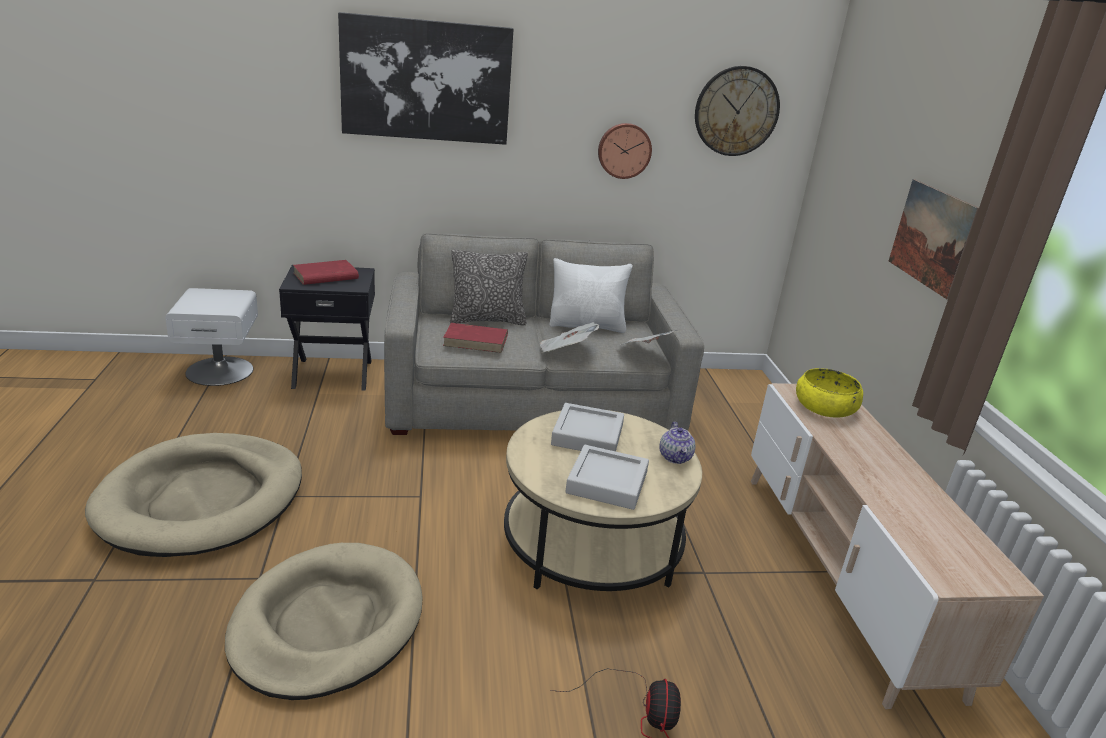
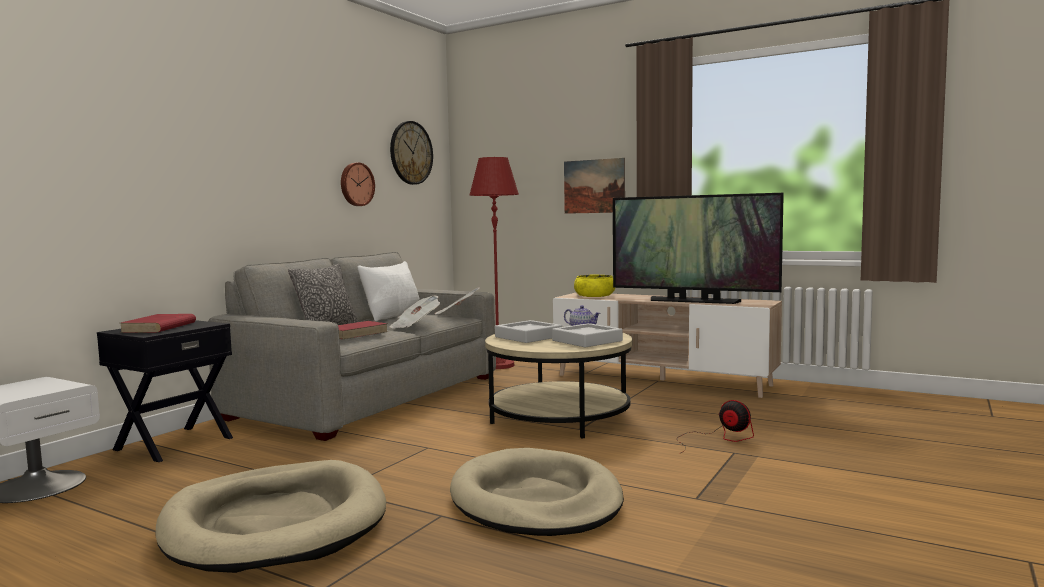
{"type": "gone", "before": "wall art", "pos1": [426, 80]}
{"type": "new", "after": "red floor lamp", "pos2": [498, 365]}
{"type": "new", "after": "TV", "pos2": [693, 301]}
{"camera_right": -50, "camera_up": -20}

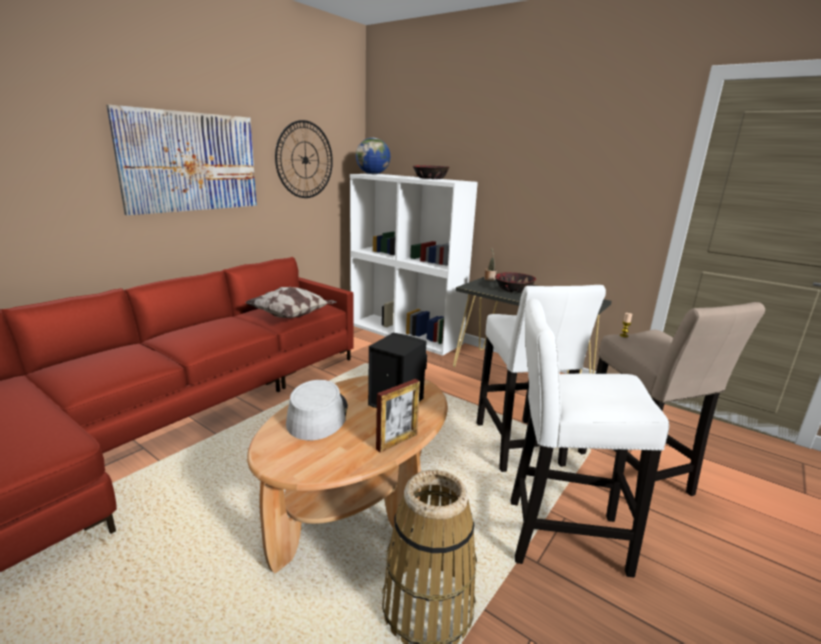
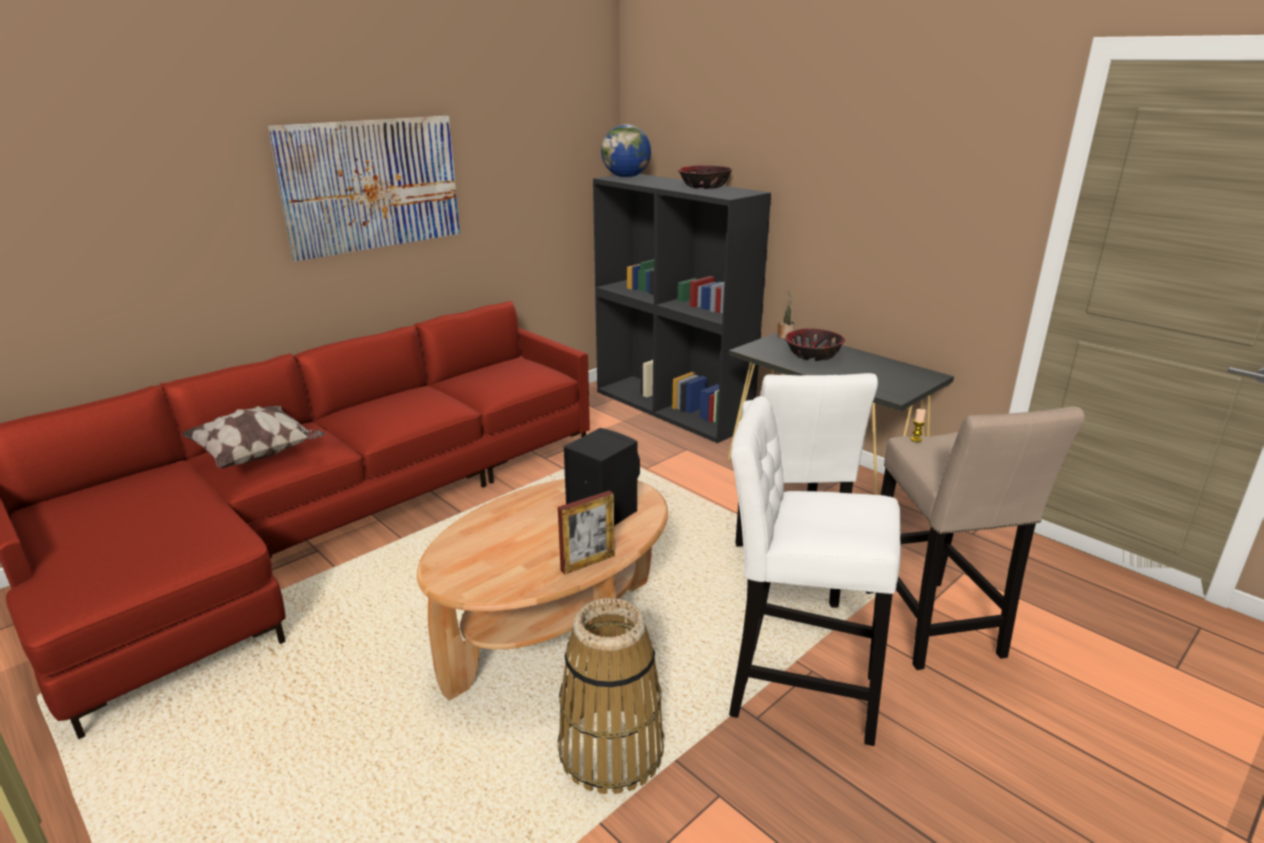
{"type": "gone", "before": "hanging clock", "pos1": [305, 160]}
{"type": "gone", "before": "gray clothing hat", "pos1": [317, 415]}
{"type": "shifted", "before": "pillow", "pos1": [292, 316], "pos2": [258, 456]}
{"type": "repainted", "before": "whitish bookcase", "after": "black bookcase", "pos1": [406, 334], "pos2": [673, 408]}
{"camera_right": 10, "camera_up": 5}

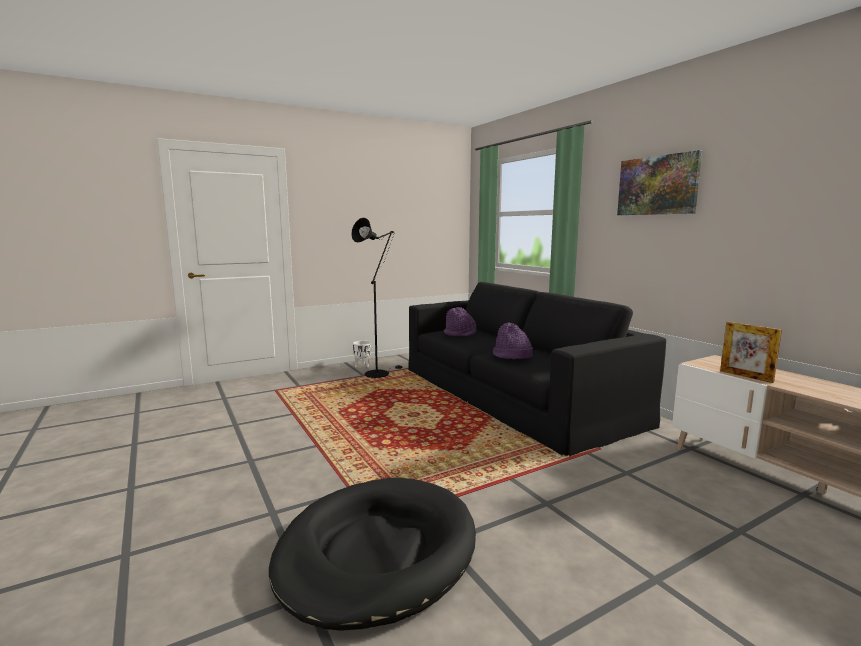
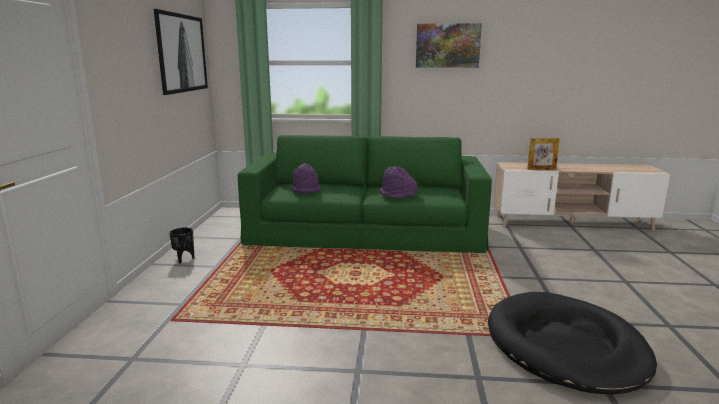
{"type": "gone", "before": "black floor lamp", "pos1": [379, 373]}
{"type": "new", "after": "wall art", "pos2": [181, 53]}
{"type": "repainted", "before": "whitish planter", "after": "black planter", "pos1": [362, 365], "pos2": [184, 259]}
{"type": "repainted", "before": "black couch", "after": "green-coloured couch", "pos1": [513, 393], "pos2": [365, 231]}
{"camera_right": -55, "camera_up": 5}

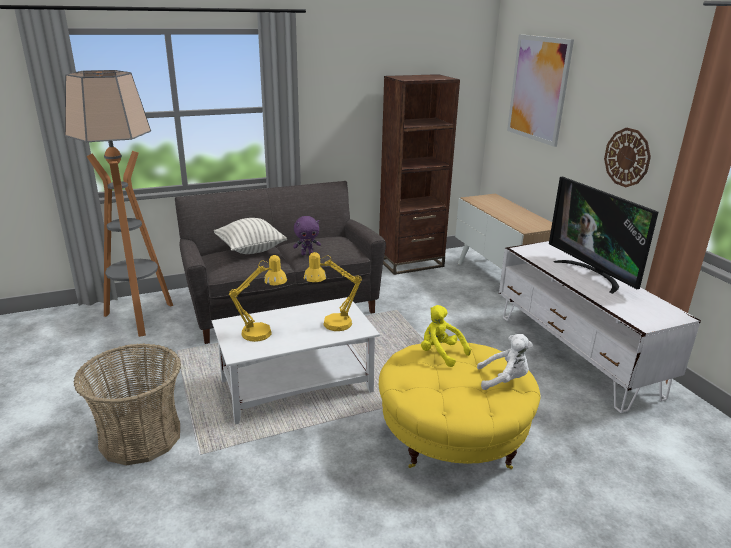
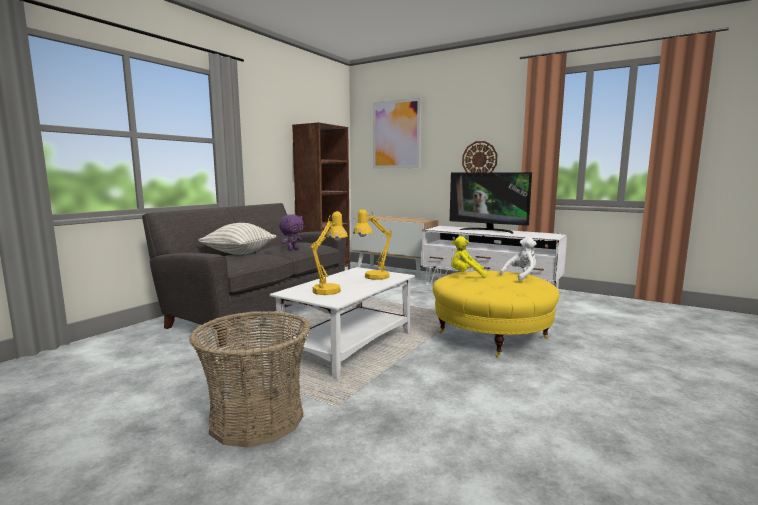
{"type": "gone", "before": "floor lamp", "pos1": [140, 318]}
{"camera_right": -35, "camera_up": -15}

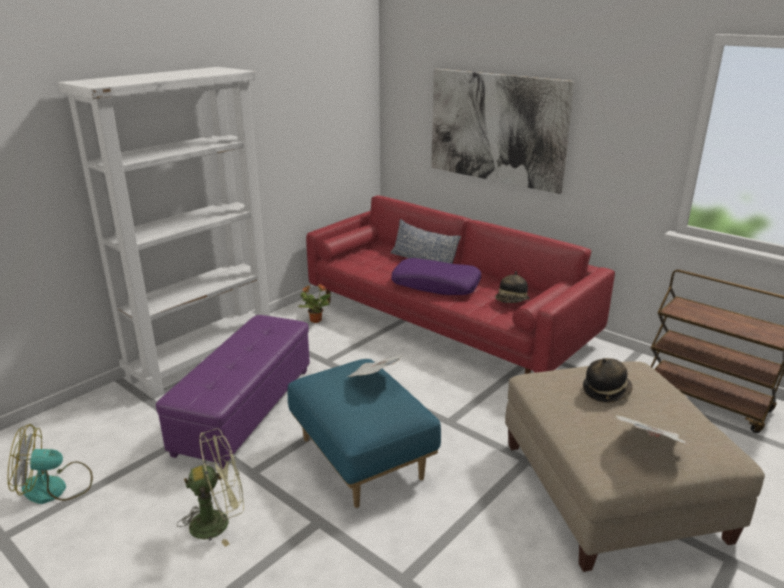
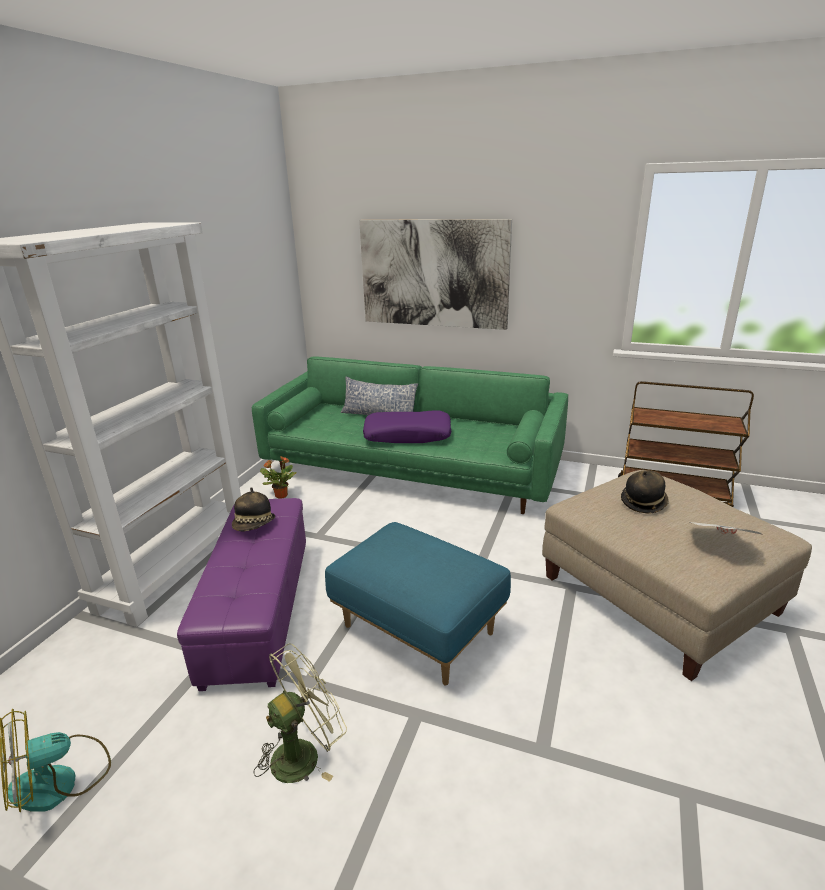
{"type": "gone", "before": "daily paper", "pos1": [375, 379]}
{"type": "shifted", "before": "clothing hat", "pos1": [512, 302], "pos2": [254, 525]}
{"type": "repainted", "before": "red couch", "after": "green-coloured couch", "pos1": [446, 320], "pos2": [412, 469]}
{"camera_right": -20, "camera_up": 0}

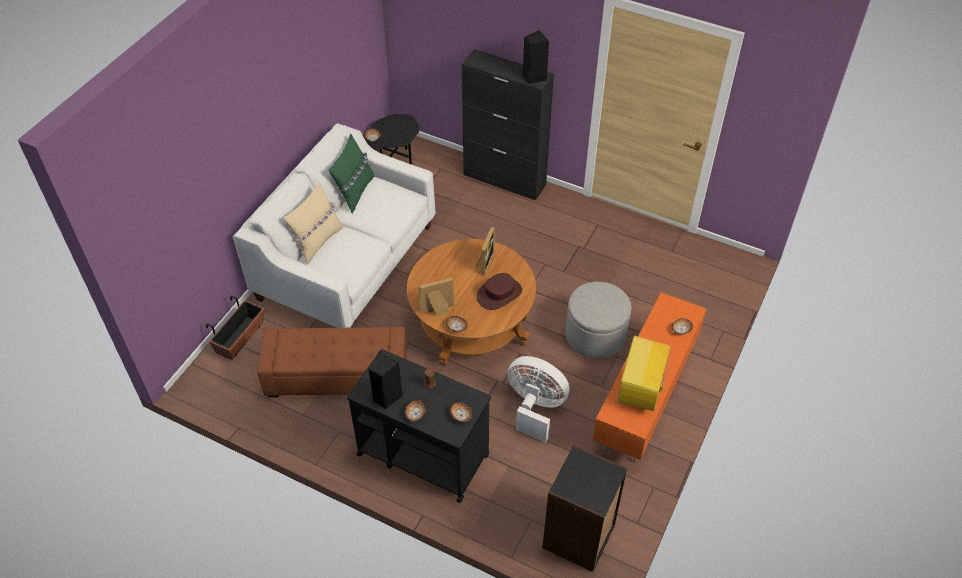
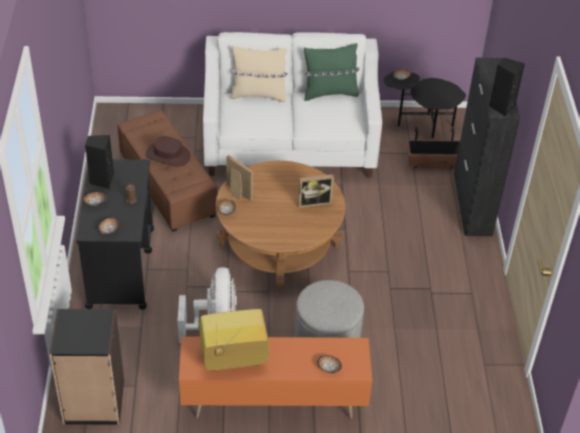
{"type": "shifted", "before": "planter", "pos1": [240, 338], "pos2": [432, 162]}
{"type": "shifted", "before": "brown clothing hat", "pos1": [499, 293], "pos2": [168, 155]}
{"camera_right": 60, "camera_up": -5}

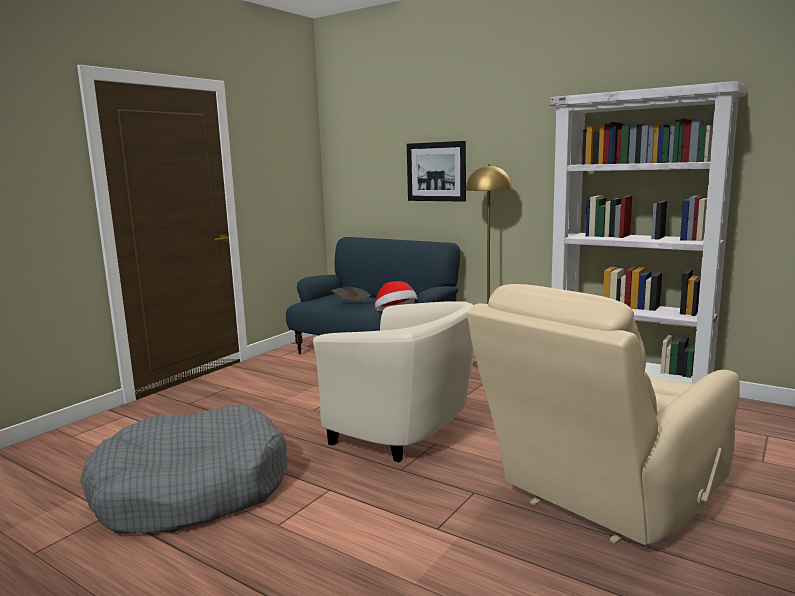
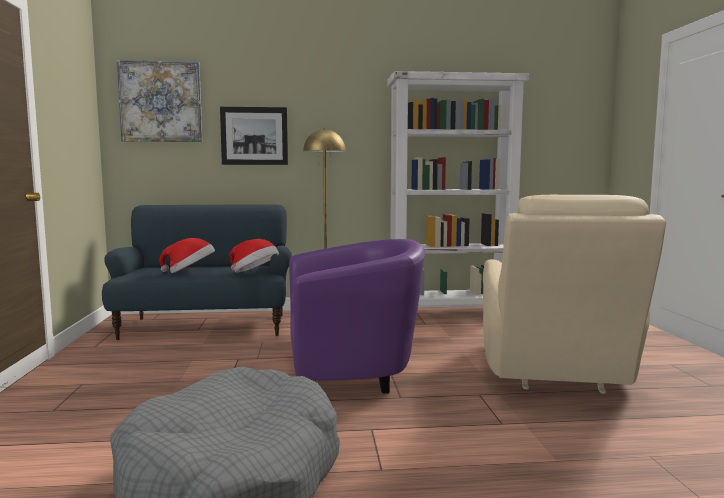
{"type": "new", "after": "wall art", "pos2": [161, 102]}
{"type": "swapped", "before": "daily paper", "after": "clothing hat", "pos1": [353, 305], "pos2": [190, 272]}
{"type": "repainted", "before": "sand-coloured lounge chair", "after": "purplish lounge chair", "pos1": [406, 433], "pos2": [353, 373]}
{"camera_right": -40, "camera_up": -5}

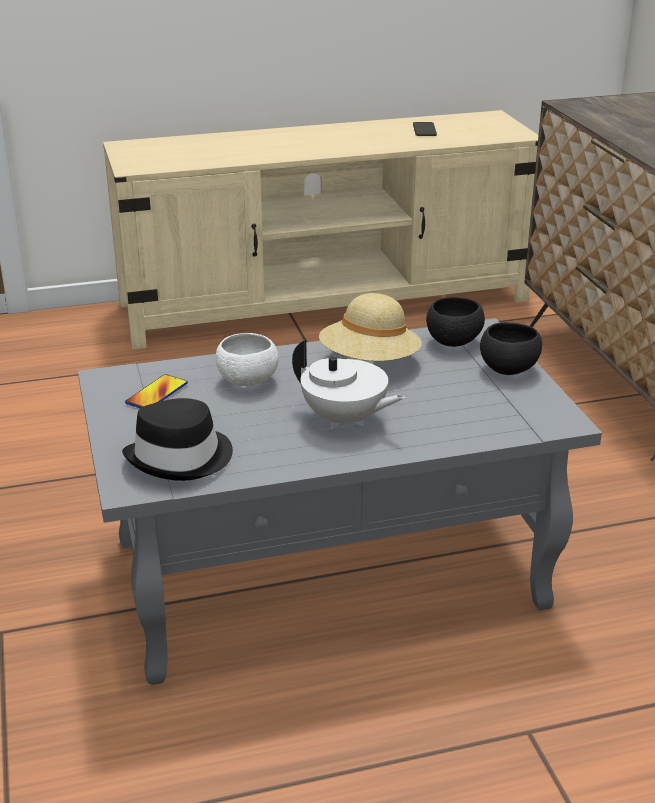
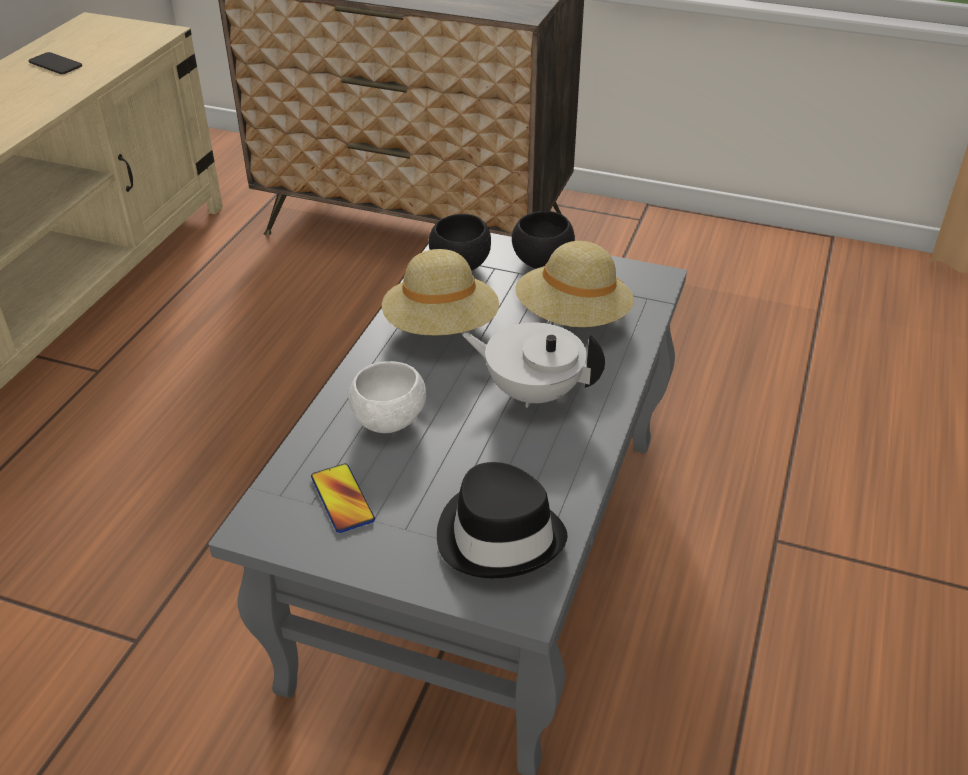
{"type": "new", "after": "sand-coloured clothing hat", "pos2": [573, 318]}
{"type": "rotated", "before": "whitish tea pot", "pos1": [344, 420], "pos2": [532, 392], "turn": -135}
{"camera_right": -55, "camera_up": 10}

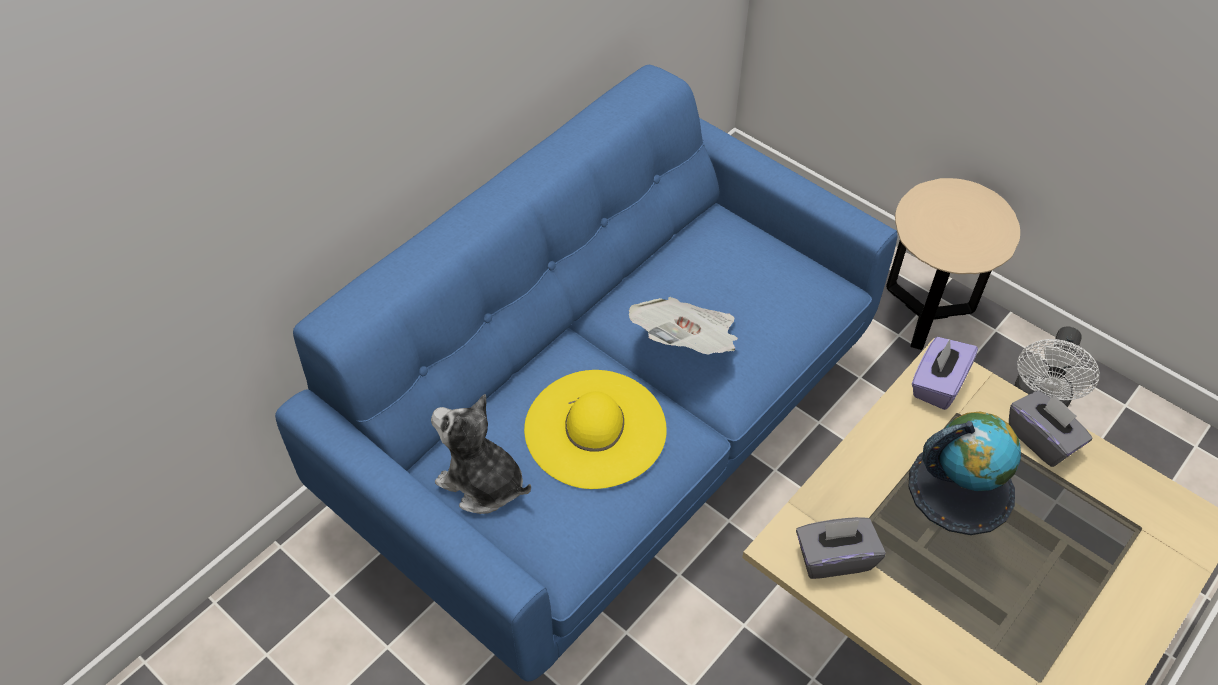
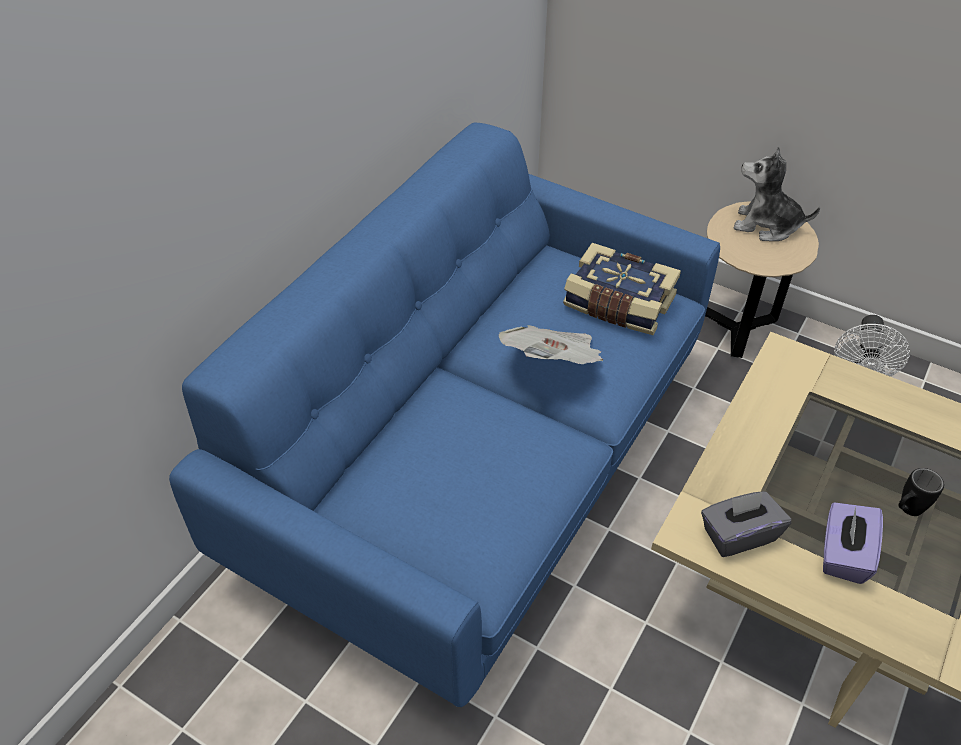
{"type": "gone", "before": "yellow clothing hat", "pos1": [595, 428]}
{"type": "gone", "before": "globe", "pos1": [961, 487]}
{"type": "gone", "before": "gray tissue box", "pos1": [1041, 439]}
{"type": "new", "after": "book", "pos2": [618, 304]}
{"type": "new", "after": "black coffee mug", "pos2": [906, 510]}
{"type": "shifted", "before": "cuddly toy", "pos1": [482, 483], "pos2": [766, 226]}
{"type": "shifted", "before": "purplish tissue box", "pos1": [937, 384], "pos2": [843, 554]}
{"camera_right": -10, "camera_up": -5}

